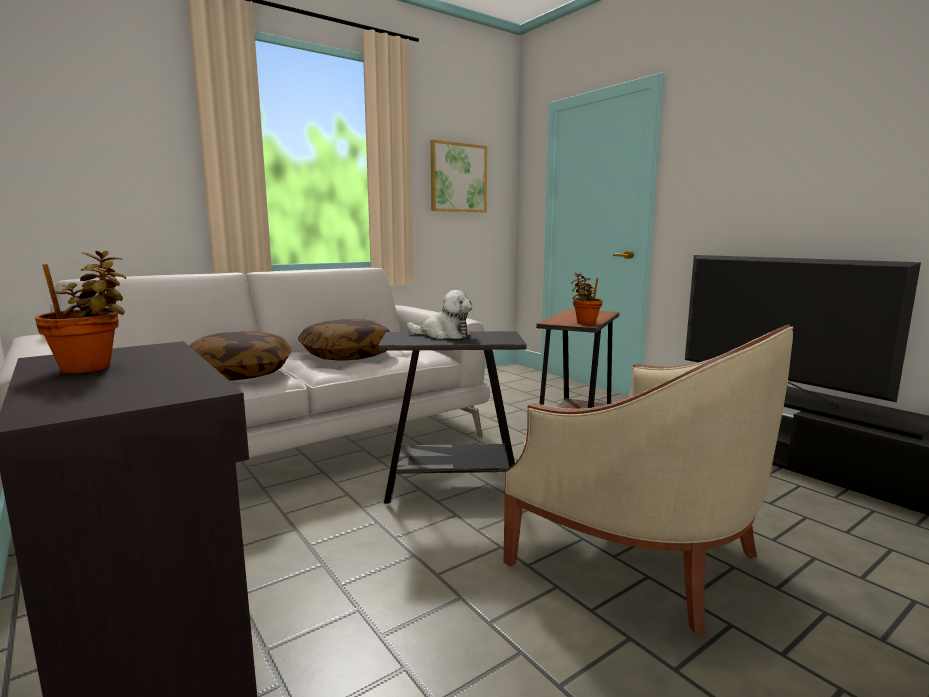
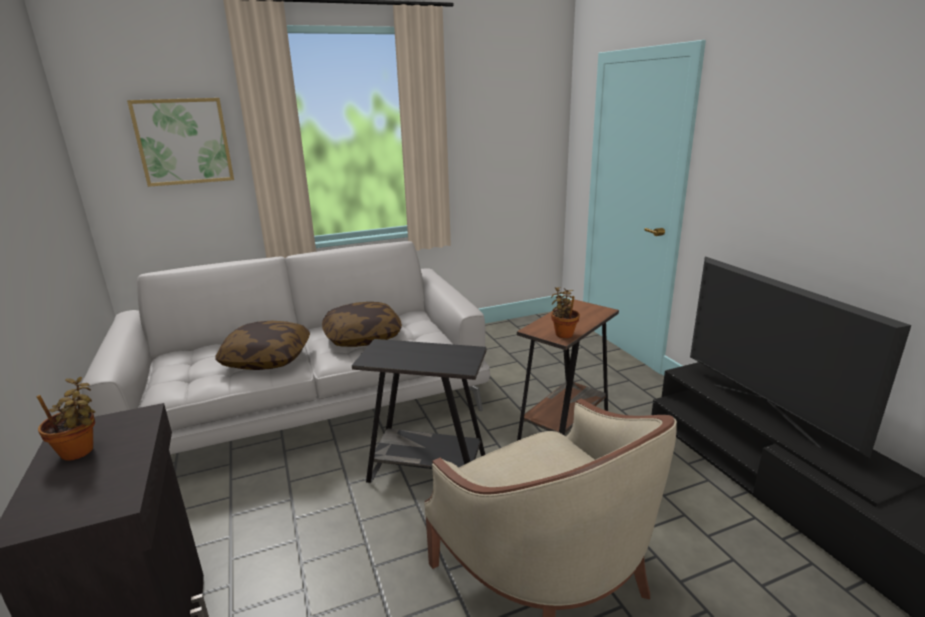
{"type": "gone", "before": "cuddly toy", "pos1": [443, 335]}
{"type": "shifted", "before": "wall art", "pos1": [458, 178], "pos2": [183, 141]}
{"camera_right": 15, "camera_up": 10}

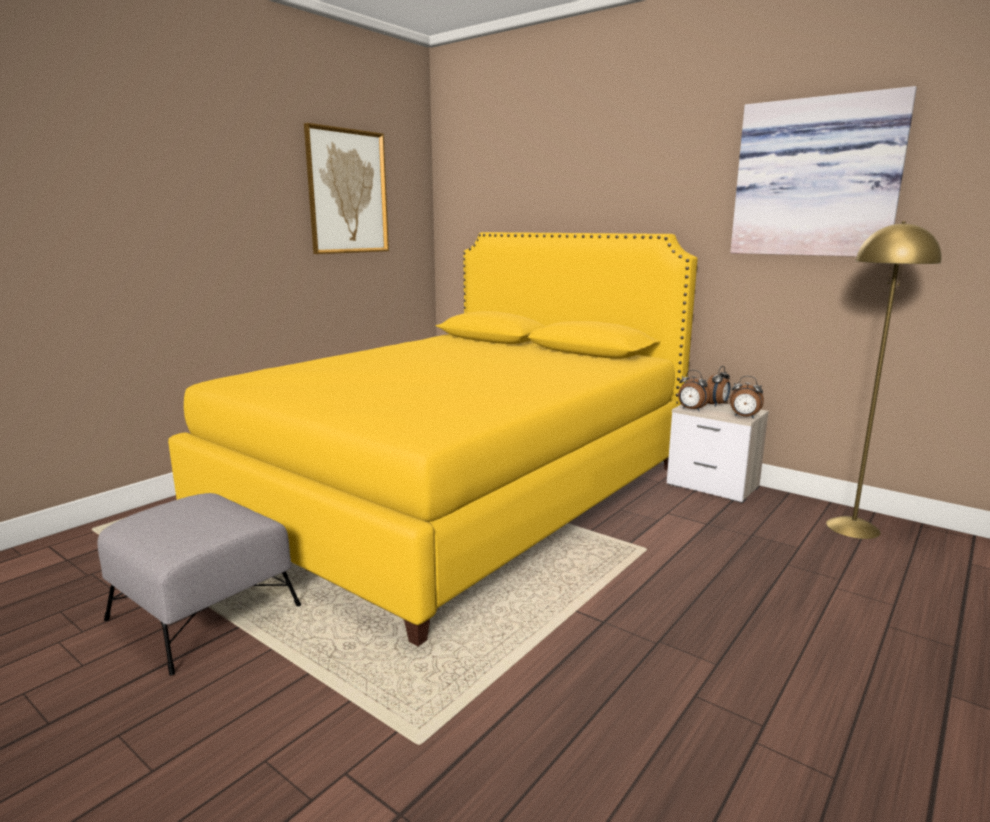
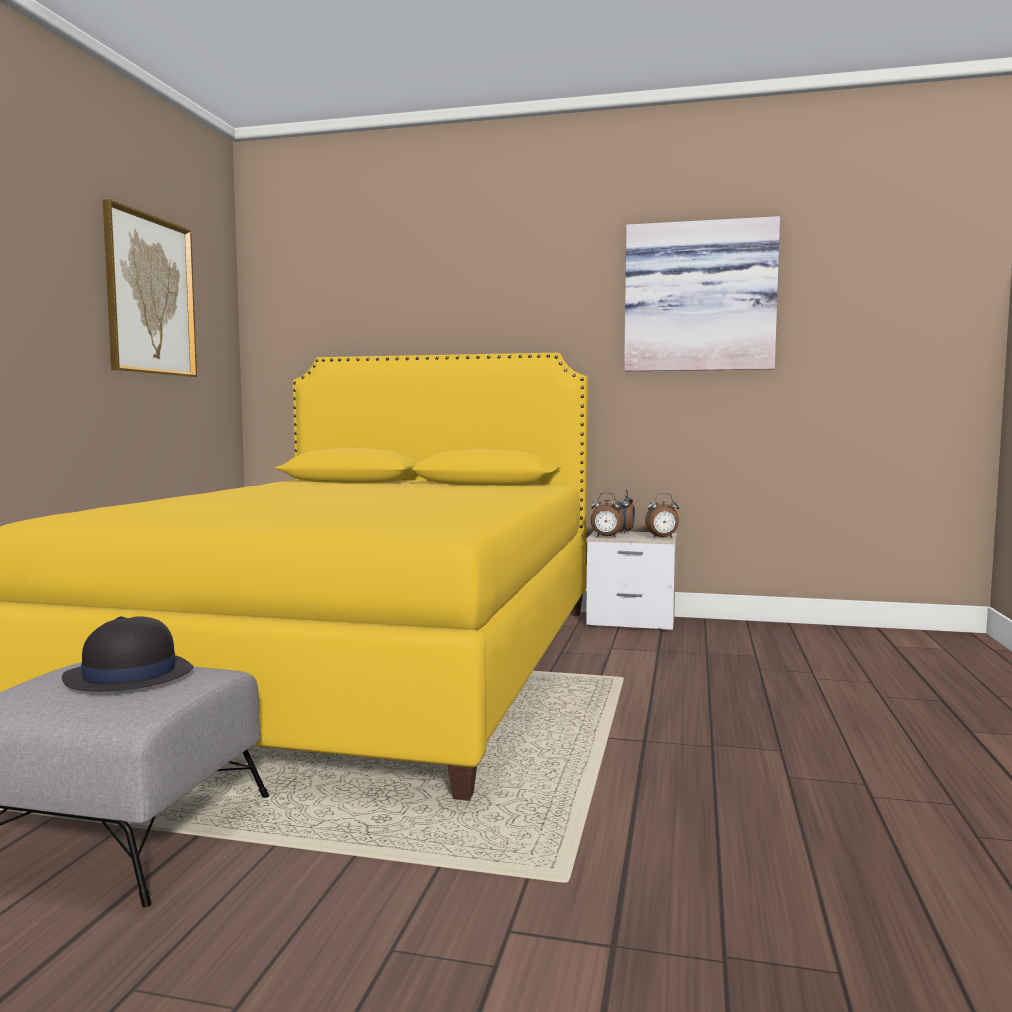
{"type": "gone", "before": "yellow floor lamp", "pos1": [853, 527]}
{"type": "new", "after": "black clothing hat", "pos2": [128, 675]}
{"camera_right": -25, "camera_up": -10}

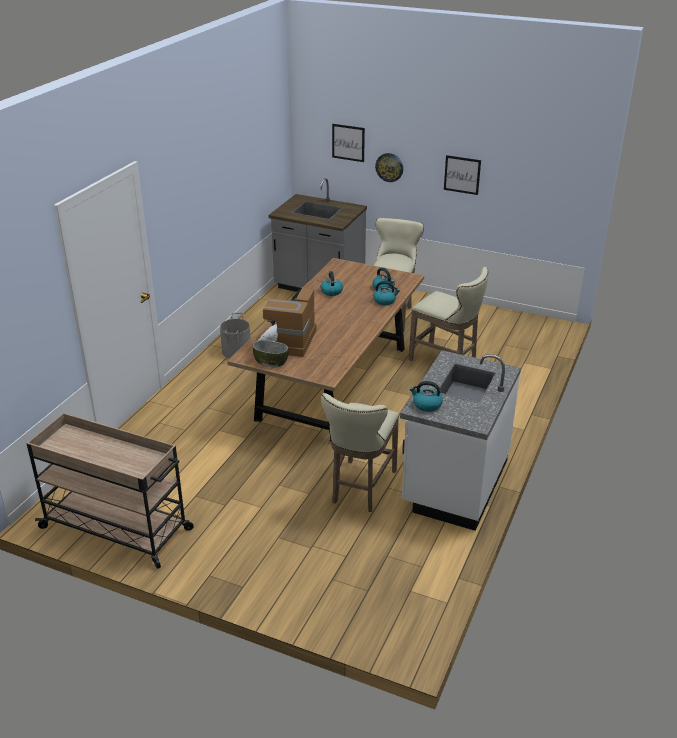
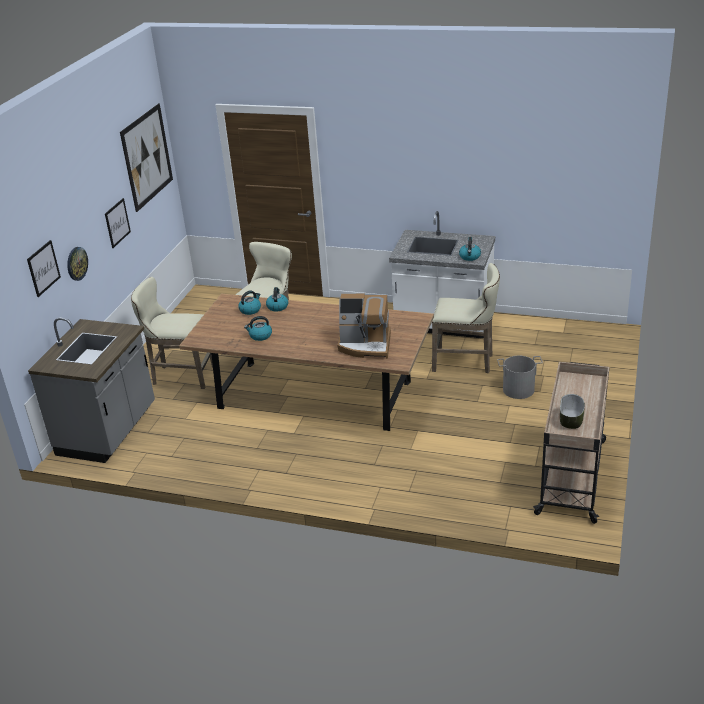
{"type": "new", "after": "wall art", "pos2": [147, 157]}
{"type": "shifted", "before": "gray pail", "pos1": [236, 351], "pos2": [518, 390]}
{"type": "shifted", "before": "deep dish", "pos1": [271, 361], "pos2": [570, 420]}
{"camera_right": -95, "camera_up": 0}

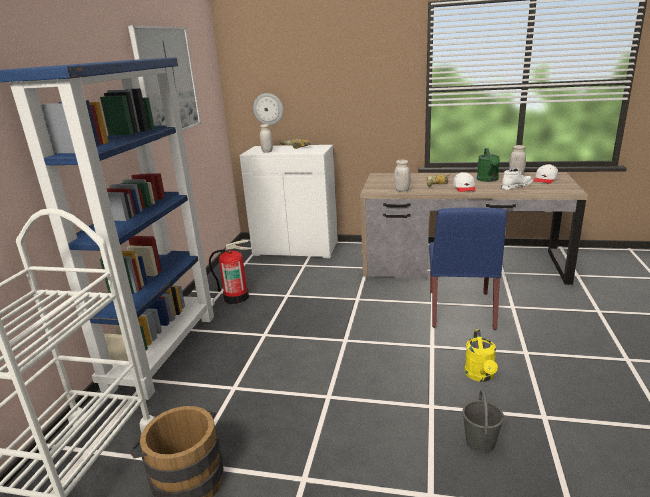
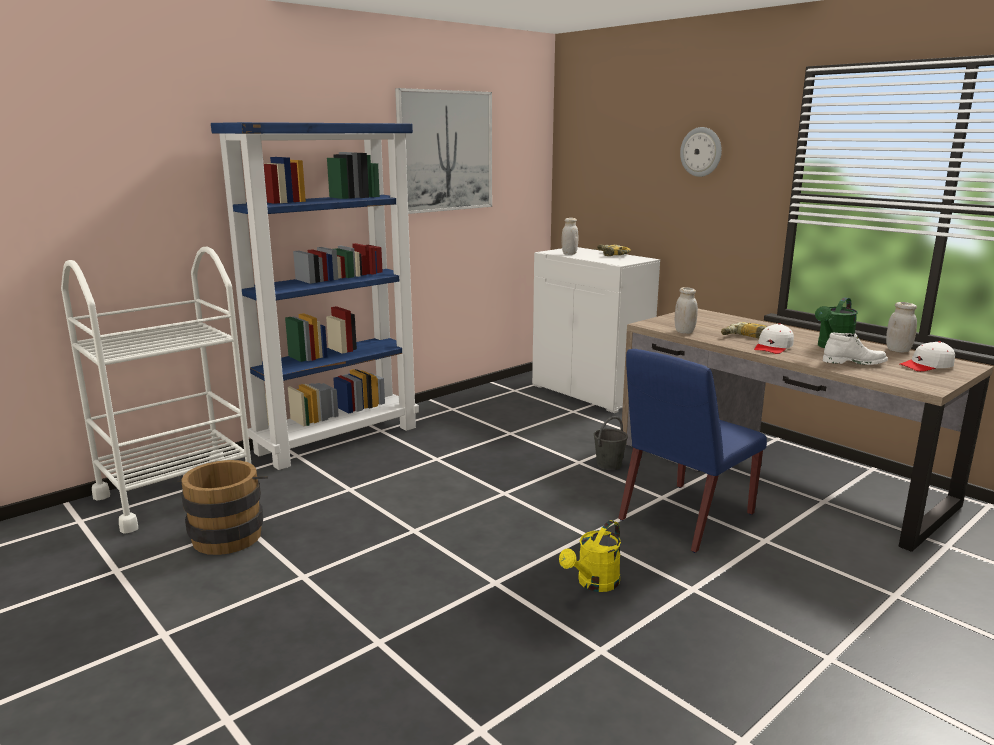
{"type": "gone", "before": "fire-fighting cylinder", "pos1": [236, 297]}
{"type": "shifted", "before": "hanging clock", "pos1": [268, 109], "pos2": [701, 152]}
{"type": "shifted", "before": "gray pail", "pos1": [480, 442], "pos2": [609, 465]}
{"camera_right": 35, "camera_up": -5}

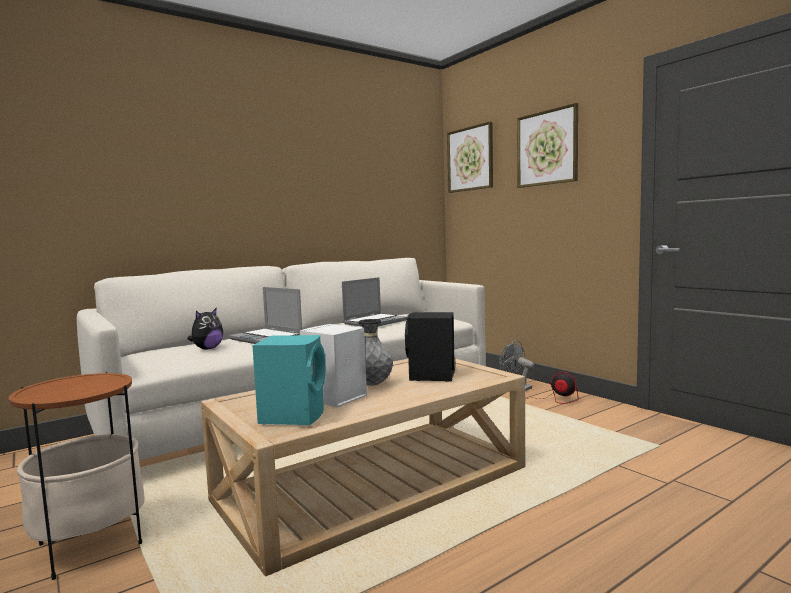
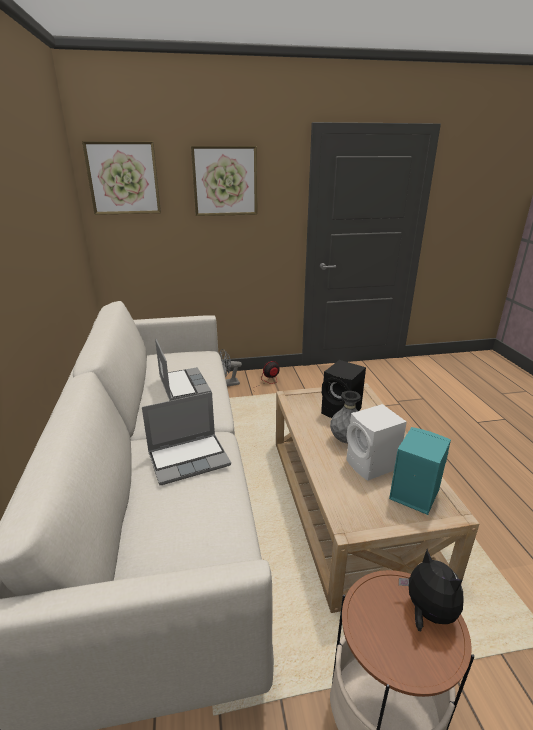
{"type": "shifted", "before": "cuddly toy", "pos1": [207, 349], "pos2": [427, 612]}
{"camera_right": -65, "camera_up": 20}

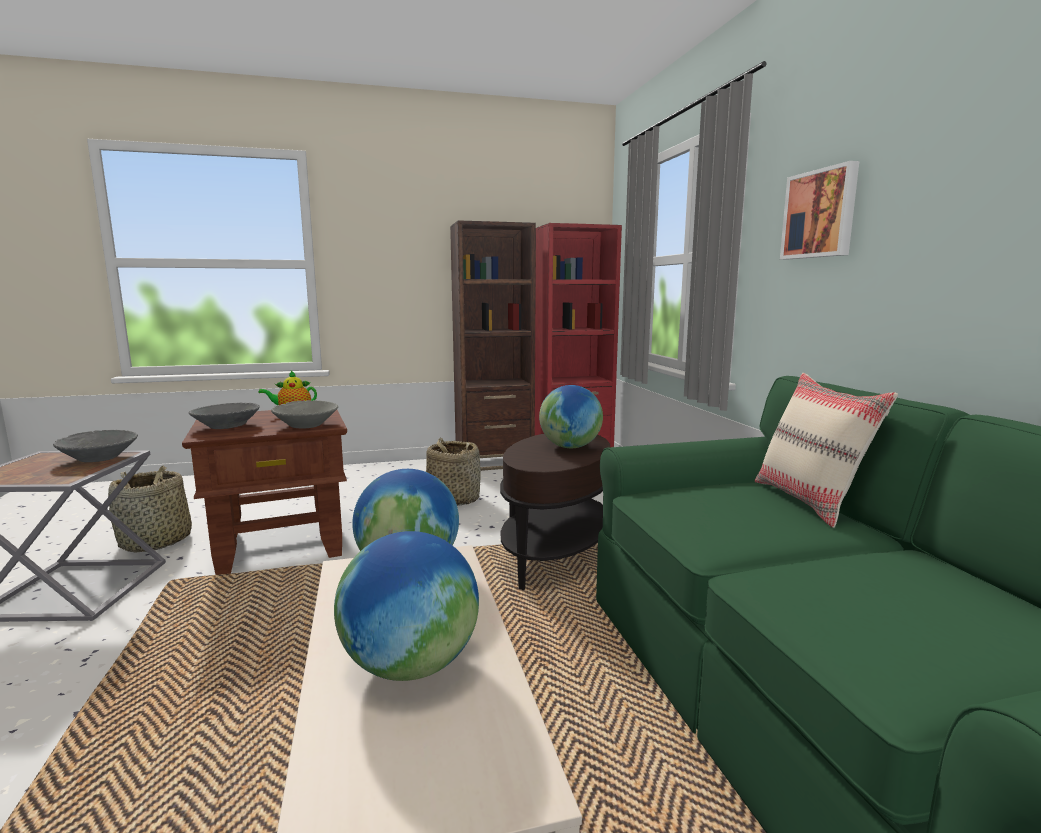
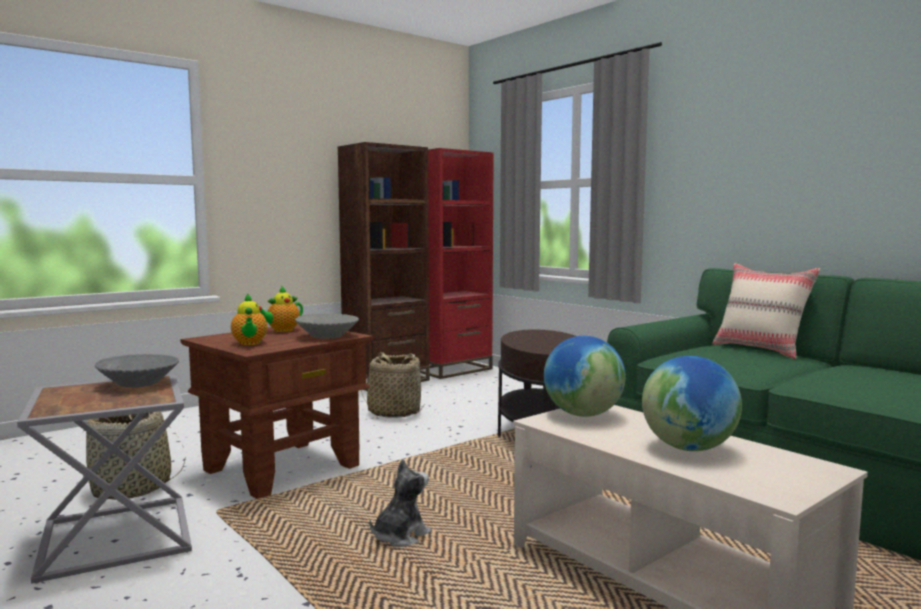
{"type": "gone", "before": "globe", "pos1": [570, 447]}
{"type": "gone", "before": "wall art", "pos1": [820, 214]}
{"type": "new", "after": "cuddly toy", "pos2": [400, 536]}
{"type": "swapped", "before": "gray deep dish", "after": "tea pot", "pos1": [227, 427], "pos2": [249, 343]}
{"camera_right": -25, "camera_up": -5}

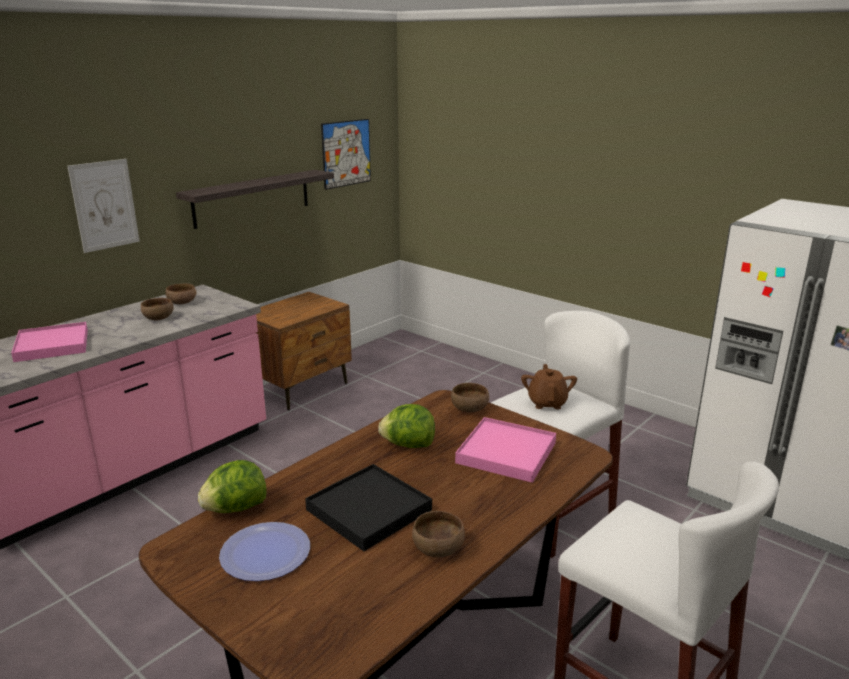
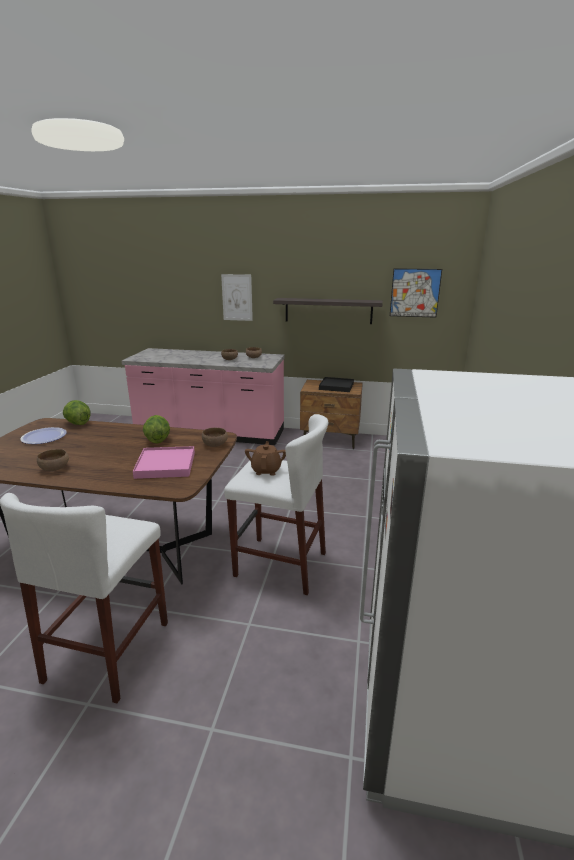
{"type": "gone", "before": "pinkish tray", "pos1": [52, 345]}
{"type": "shifted", "before": "black tray", "pos1": [368, 510], "pos2": [336, 386]}
{"type": "rotated", "before": "brown tea pot", "pos1": [547, 403], "pos2": [266, 470], "turn": -60}
{"camera_right": 60, "camera_up": 0}

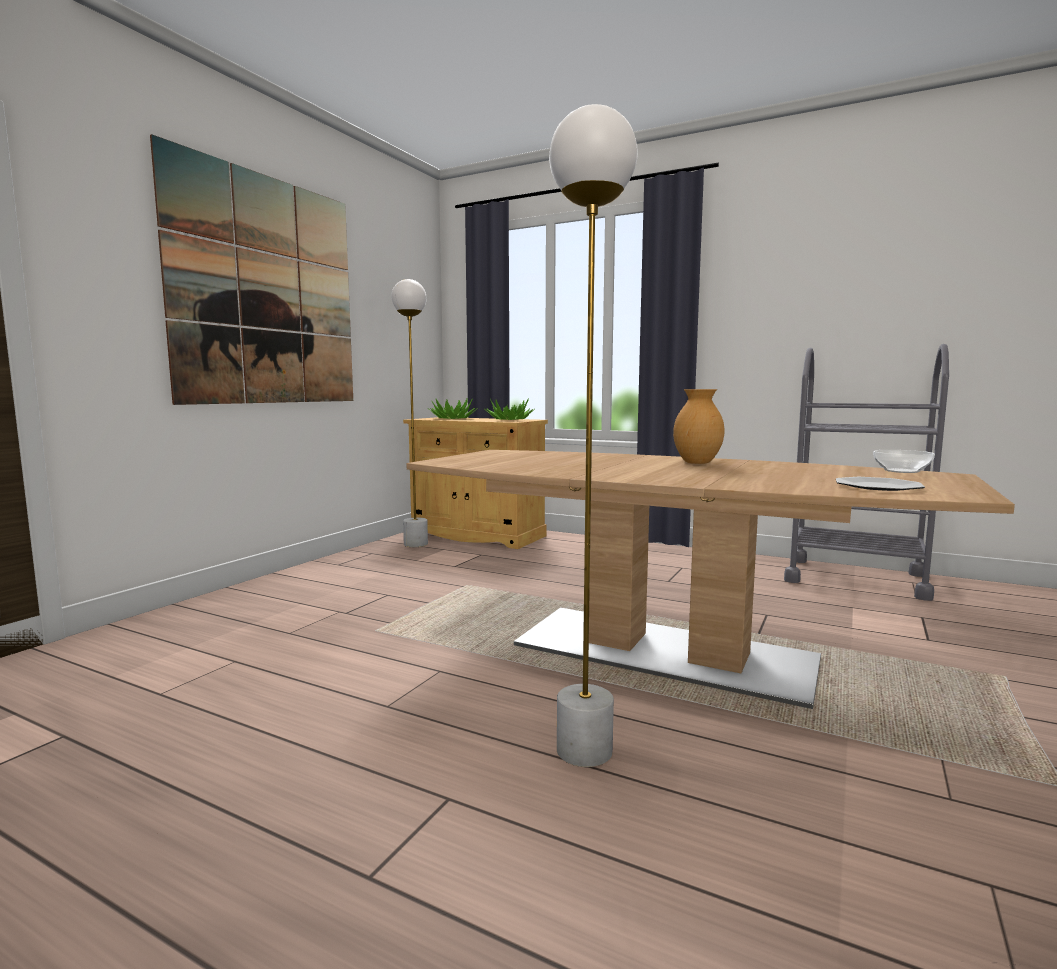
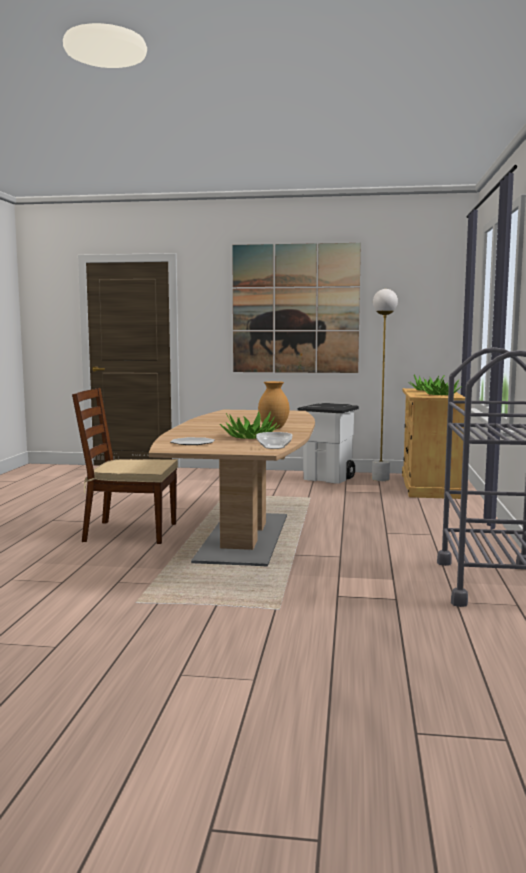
{"type": "new", "after": "plant in a pot", "pos2": [249, 437]}
{"type": "new", "after": "whitish rubbish bin", "pos2": [329, 478]}
{"type": "swapped", "before": "whitish floor lamp", "after": "brown upright chair", "pos1": [584, 751], "pos2": [129, 532]}
{"camera_right": 70, "camera_up": 0}

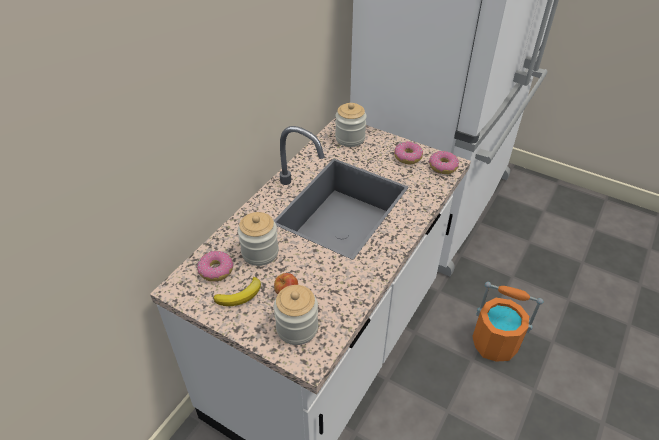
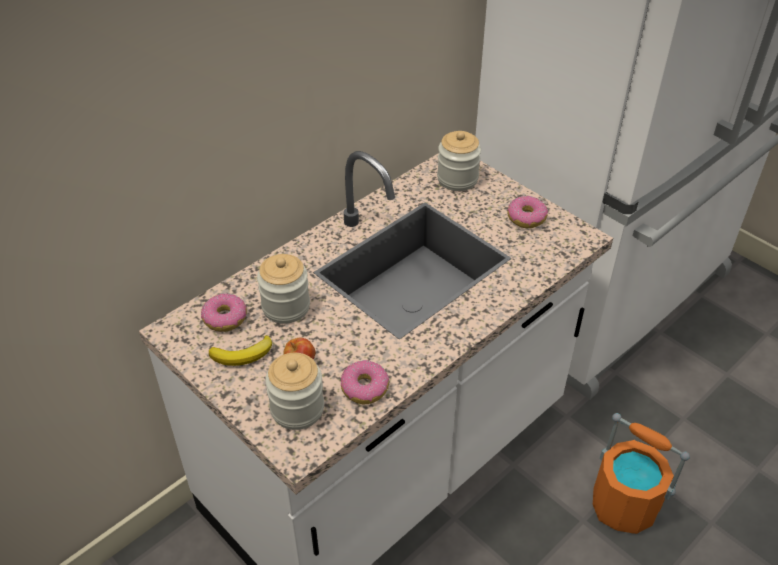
{"type": "shifted", "before": "ring doughnut", "pos1": [443, 166], "pos2": [364, 387]}
{"camera_right": 15, "camera_up": 0}

